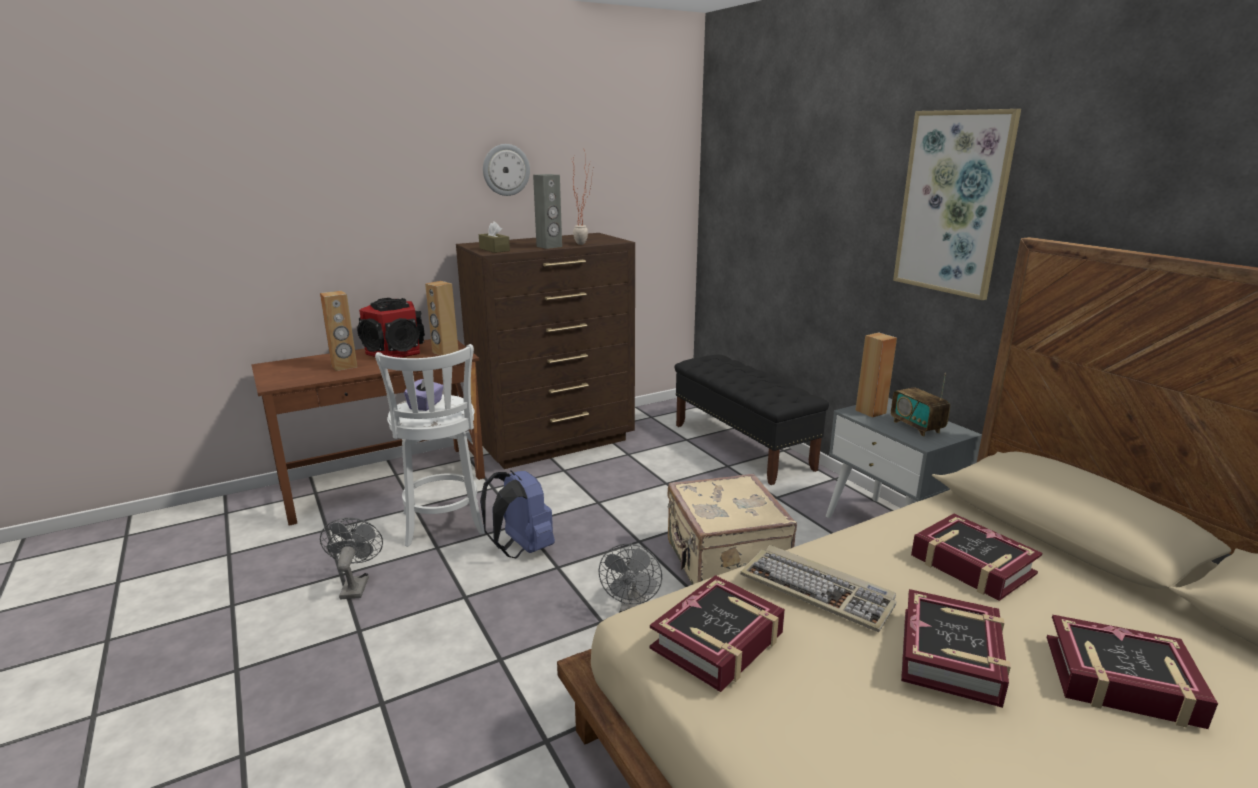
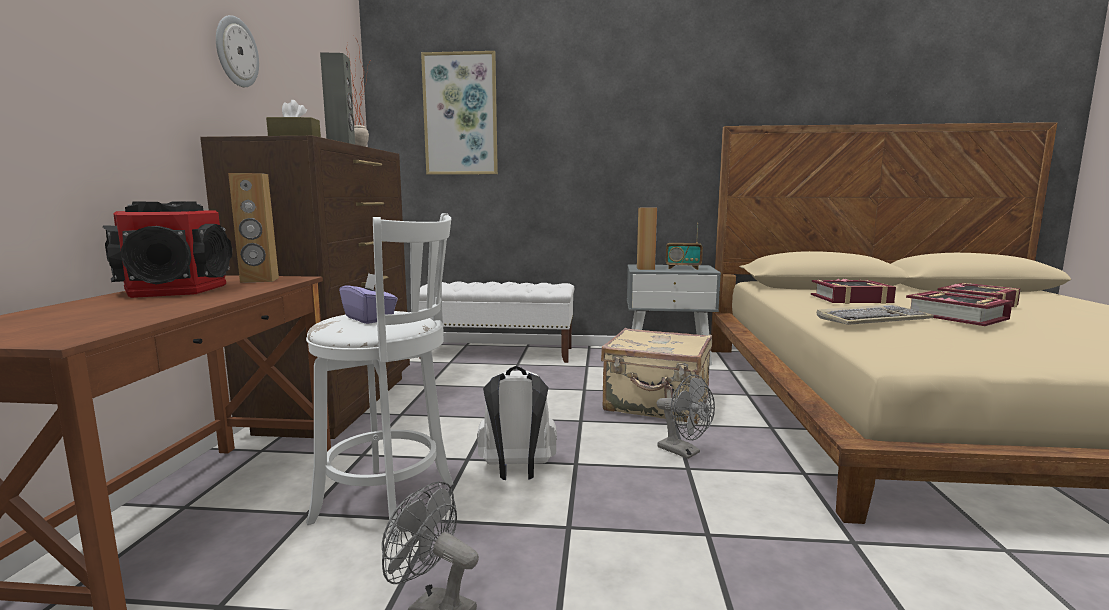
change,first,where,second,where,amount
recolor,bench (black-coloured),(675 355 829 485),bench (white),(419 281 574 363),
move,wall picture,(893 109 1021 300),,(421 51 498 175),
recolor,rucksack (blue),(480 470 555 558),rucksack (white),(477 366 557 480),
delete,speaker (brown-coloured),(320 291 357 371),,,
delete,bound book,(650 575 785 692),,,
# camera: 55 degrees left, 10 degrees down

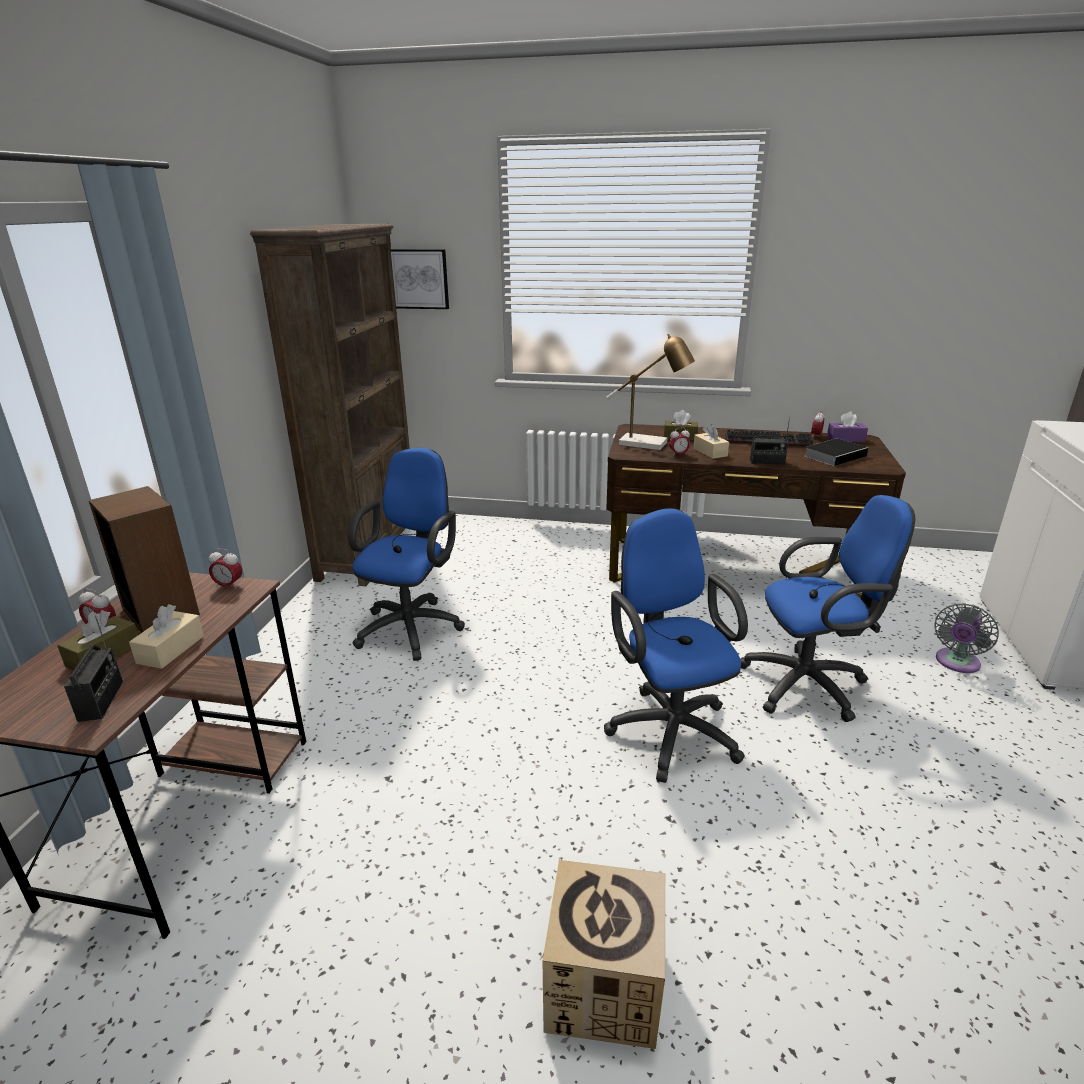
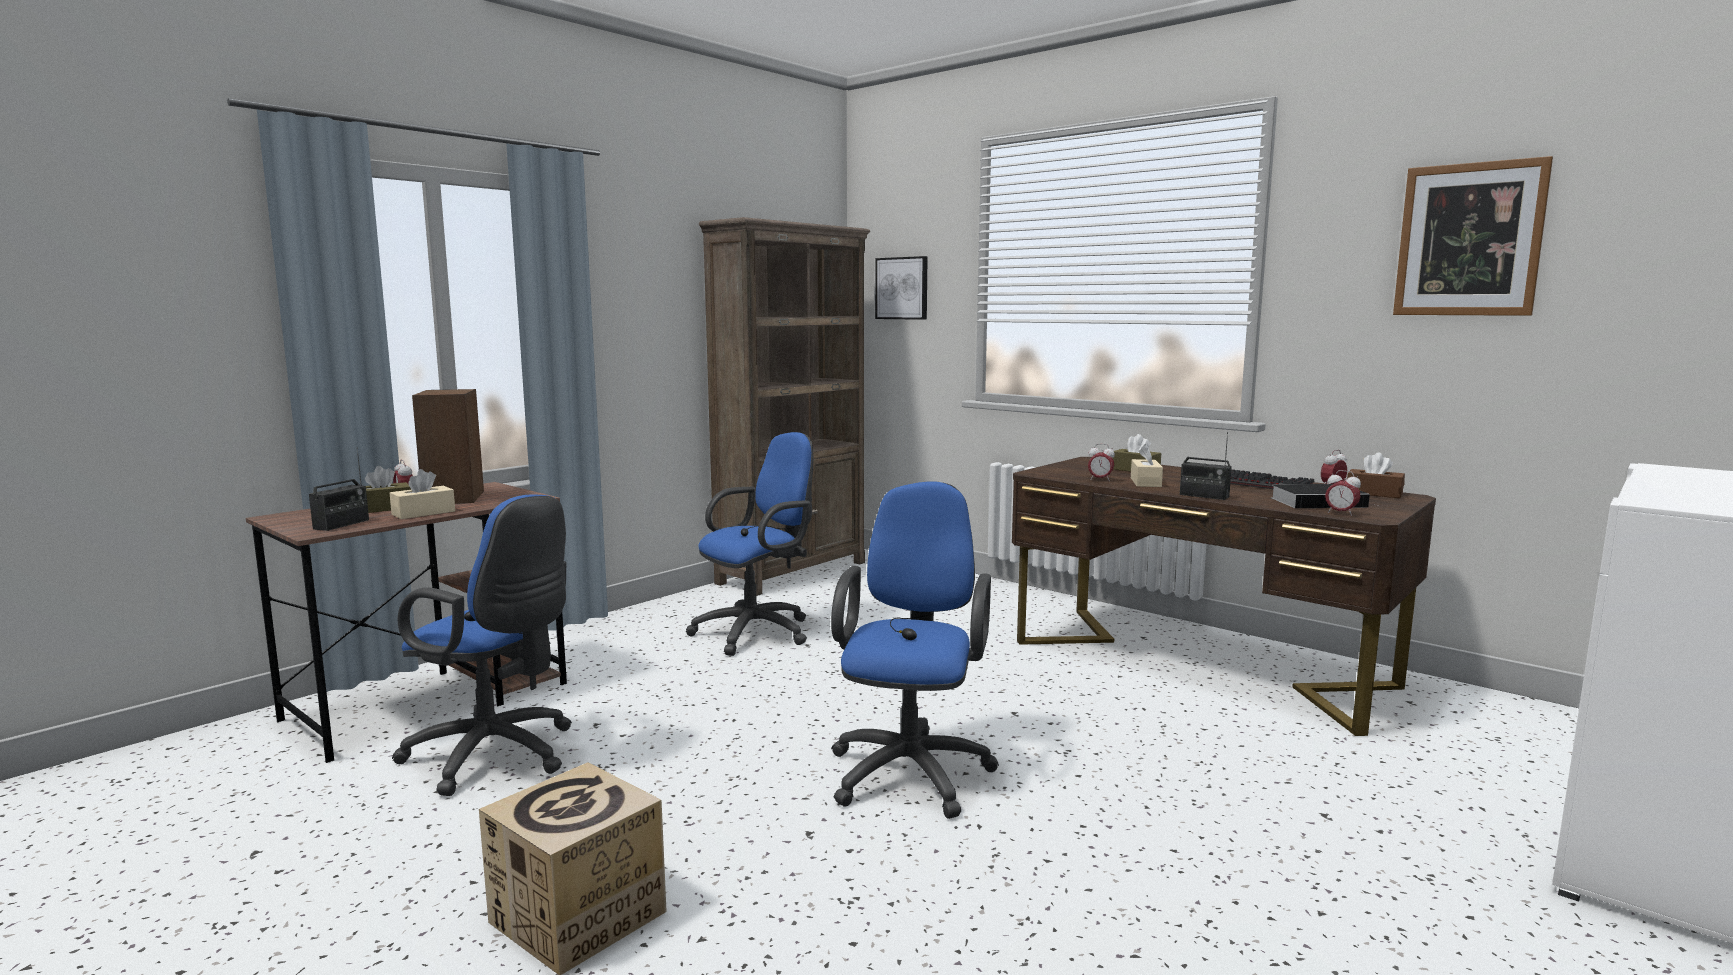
change,first,where,second,where,amount
move,office chair (blue),(740 495 915 722),,(392 494 572 796),
move,bedside clock,(209 549 242 589),,(1325 470 1361 516),
recolor,tissue holder (purple),(827 411 868 442),tissue holder (brown-coloured),(1347 452 1405 498),
insert,,,wall picture,(1393 156 1553 316),
delete,tabletop lamp,(607 334 695 450),,,
delete,fan (grey),(935 603 999 673),,,
# camera: 30 degrees right, 15 degrees down

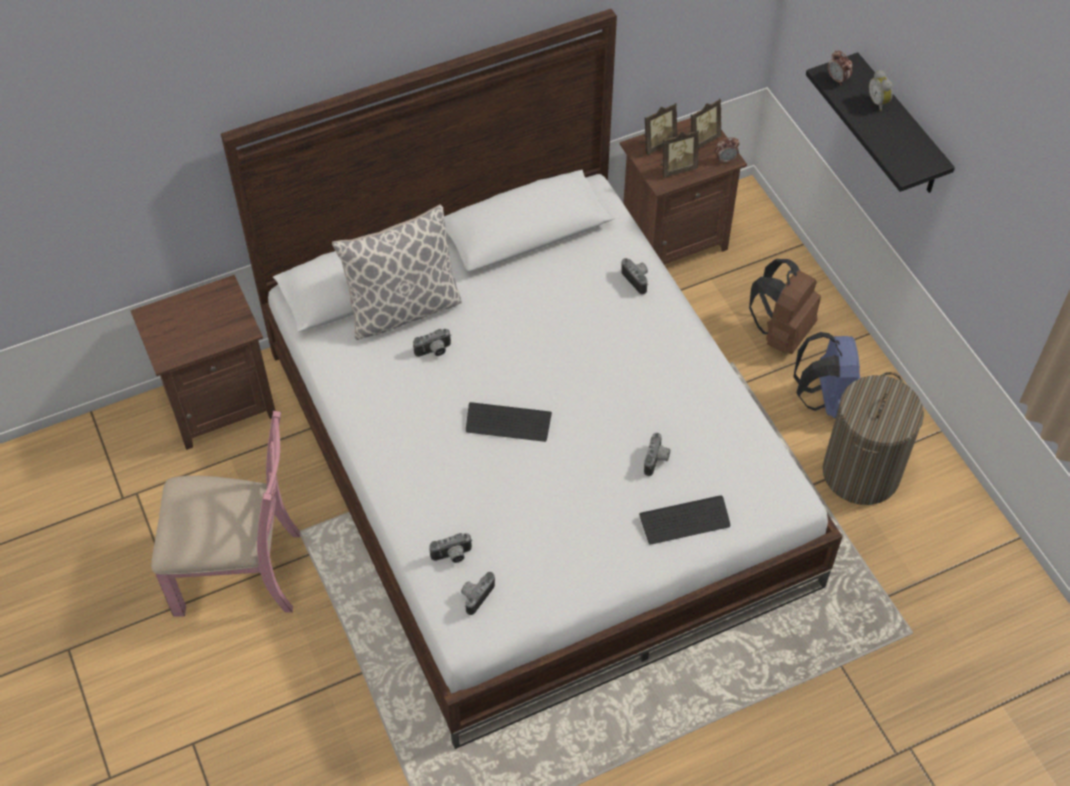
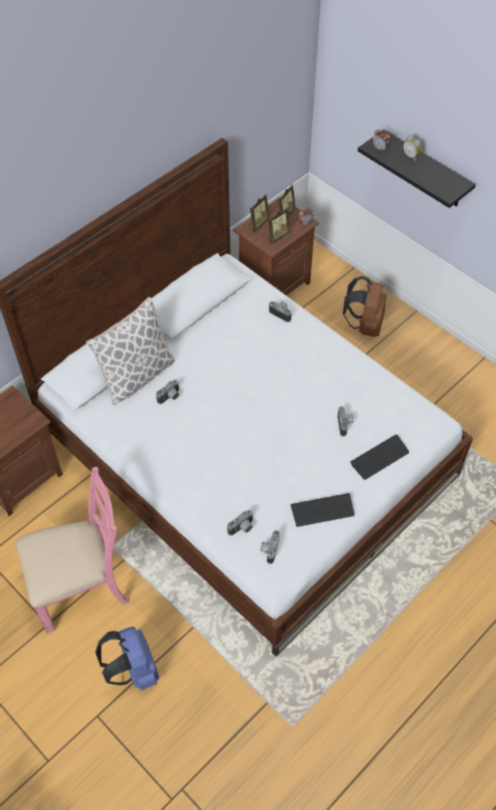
change,first,where,second,where,amount
move,rucksack (blue),(794 332 860 418),,(95 627 159 690),
move,computer keyboard,(466 402 552 442),,(290 493 354 527),
delete,hamper,(823 372 924 505),,,
# camera: 20 degrees left, 0 degrees up

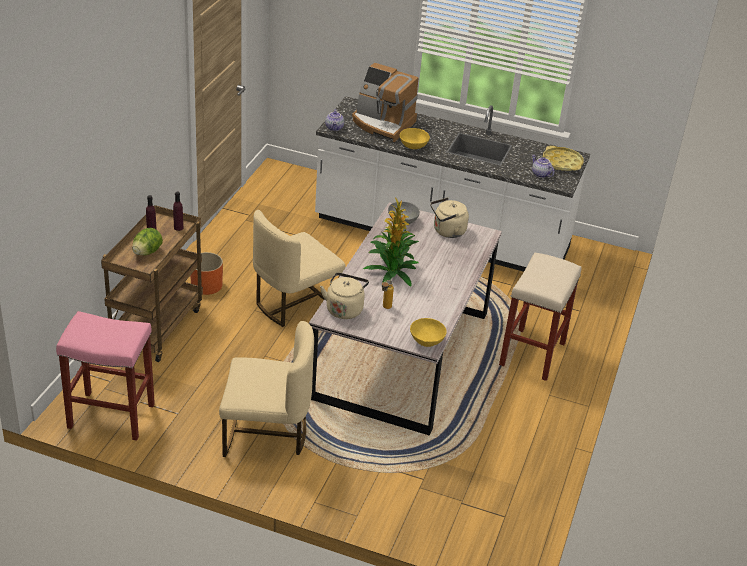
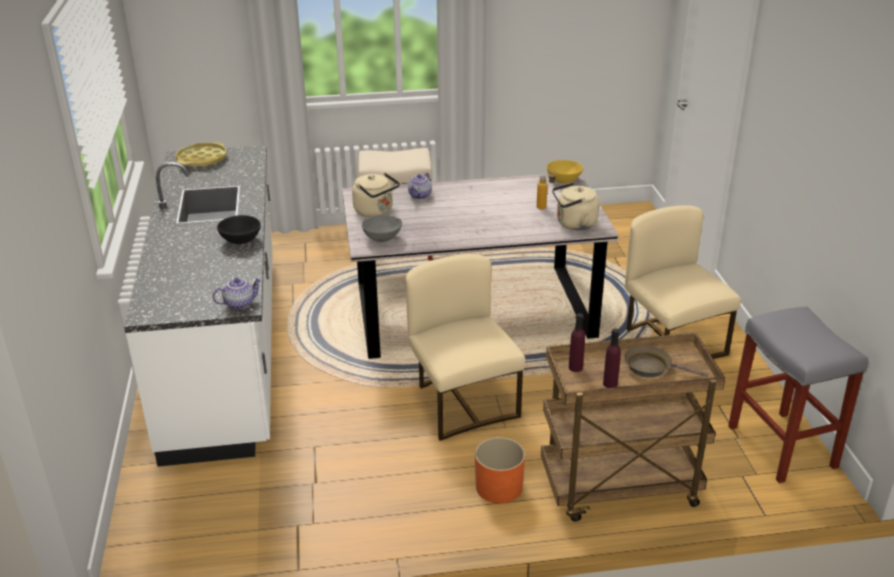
change,first,where,second,where,amount
recolor,bowl (yellowish),(400 128 430 149),bowl (black-coloured),(217 215 261 244),
rotate,chair (beige),(253 210 345 327),,(405 254 525 441),135 degrees counterclockwise
move,tea pot,(532 155 554 178),,(408 172 432 199),
replace,lettuce head,(132 228 163 255),skillet (brown-coloured),(624 345 709 378),
recolor,stool seat (pink),(56 311 155 441),stool seat (grey),(728 307 868 483),
delete,coffee maker,(352 63 419 142),,,
delete,potted plant,(363 198 419 286),,,
# camera: 115 degrees left, 5 degrees down

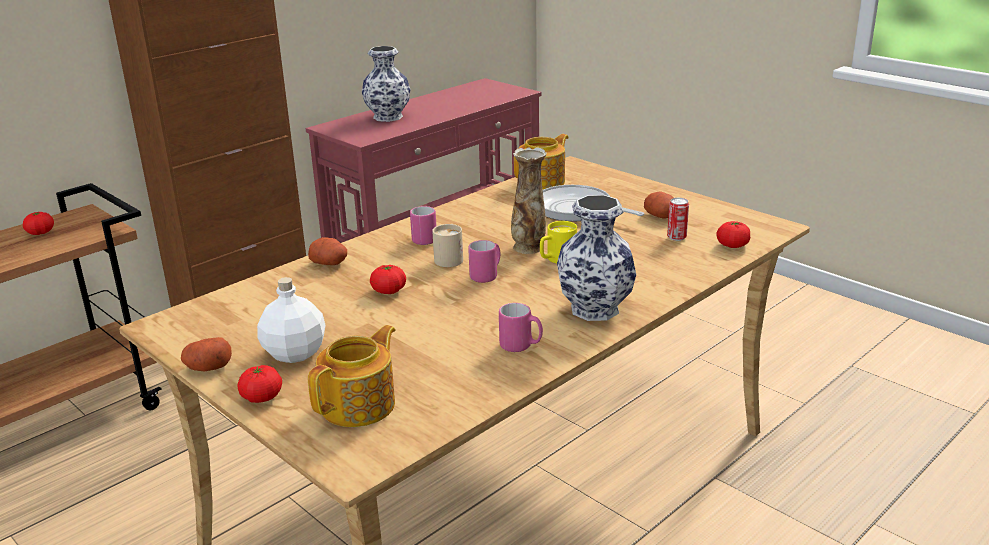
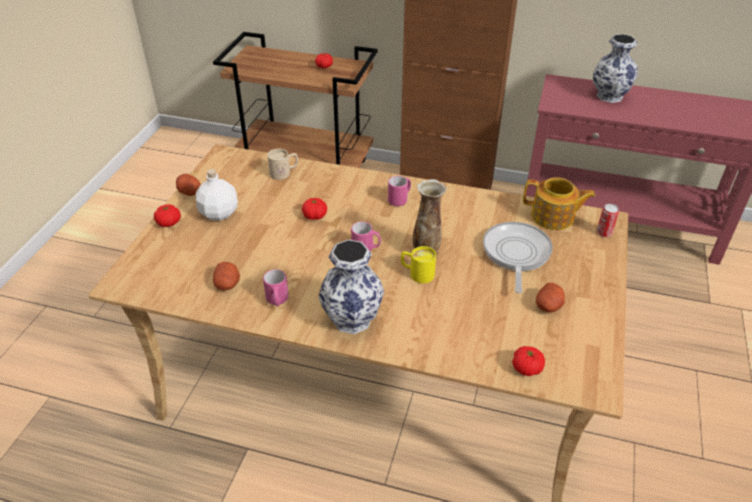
change,first,where,second,where,amount
move,whole potato,(308 237 347 265),,(213 262 240 290),
move,tea mug (beige),(432 224 463 267),,(267 148 298 180),
move,can,(667 198 689 241),,(597 204 619 237),
delete,tea pot,(308 325 396 427),,,
# camera: 60 degrees right, 15 degrees up

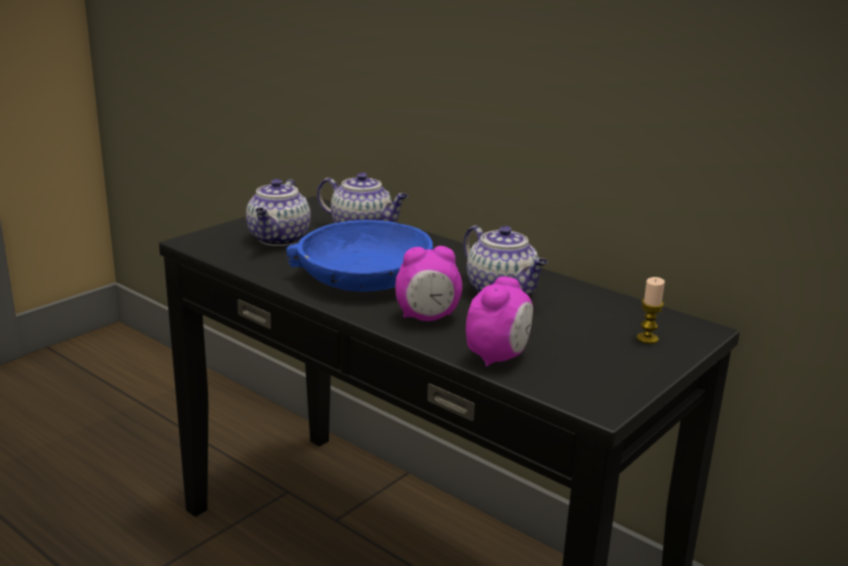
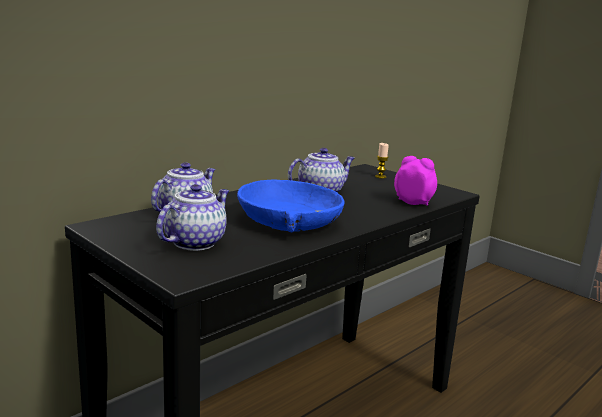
change,first,where,second,where,amount
rotate,tea pot,(246 179 311 246),,(156 184 229 251),75 degrees counterclockwise
delete,bedside clock,(395 246 462 321),,,
# camera: 85 degrees left, 5 degrees down

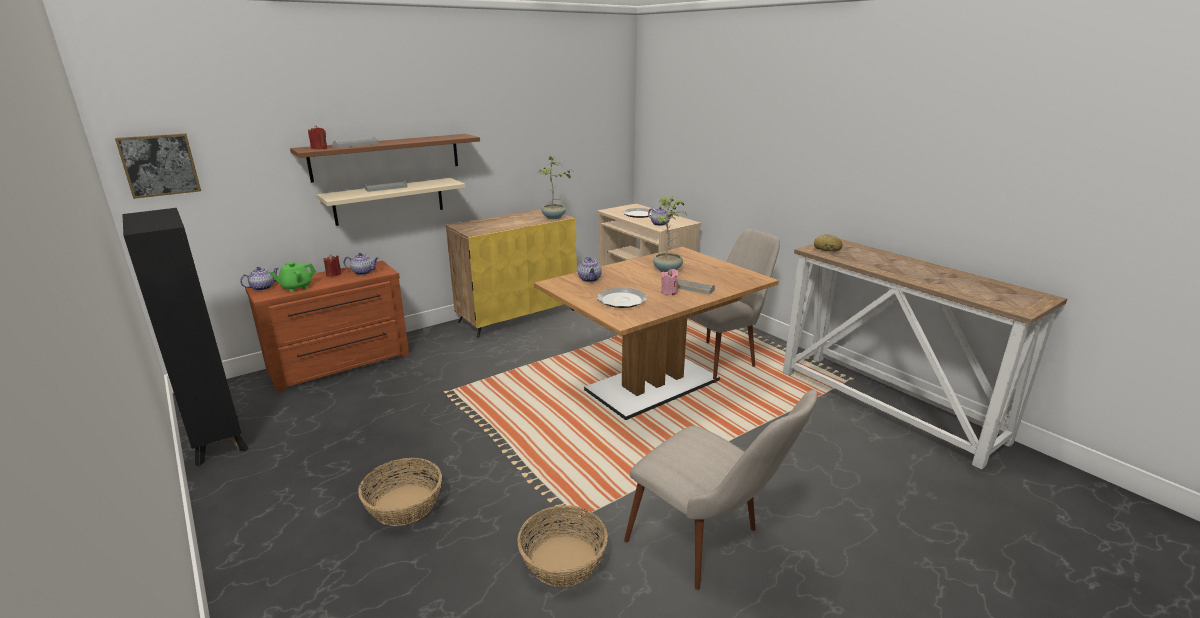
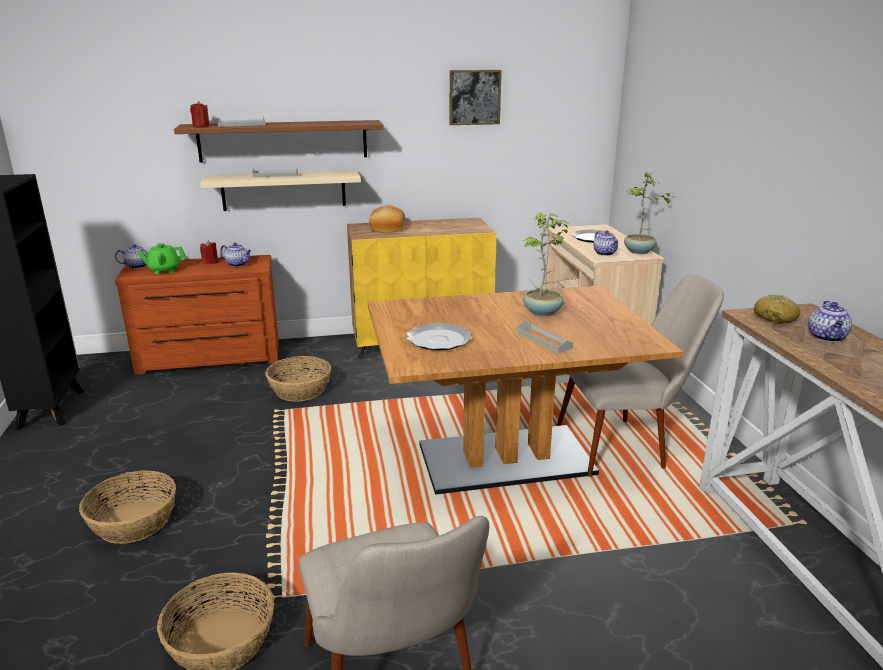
change,first,where,second,where,amount
insert,,,basket,(265 356 331 402),
insert,,,baked bread,(369 205 405 233),
move,wall picture,(115 133 201 199),,(449 70 502 125),
move,potted plant,(538 156 573 219),,(624 172 672 254),
move,tea pot,(578 257 602 282),,(808 301 853 342),
delete,wax candle (pink),(661 269 678 295),,,
# camera: 25 degrees right, 0 degrees up

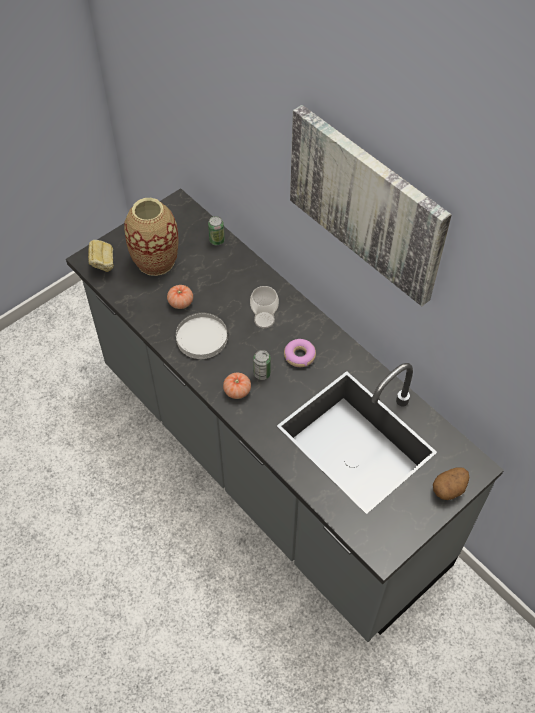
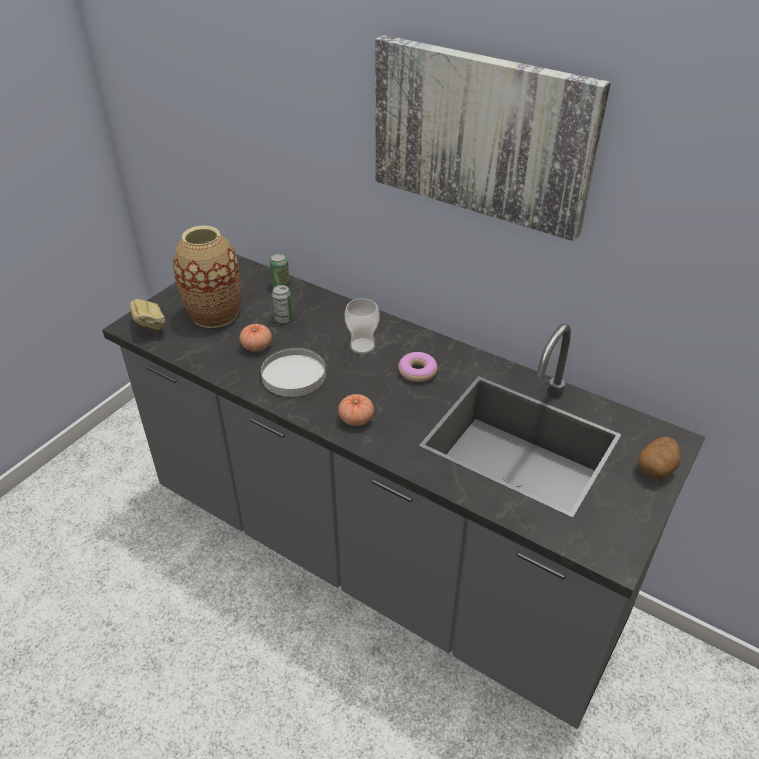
change,first,where,second,where,amount
move,can,(253 350 271 380),,(271 285 293 323),
# camera: 15 degrees left, 15 degrees down

